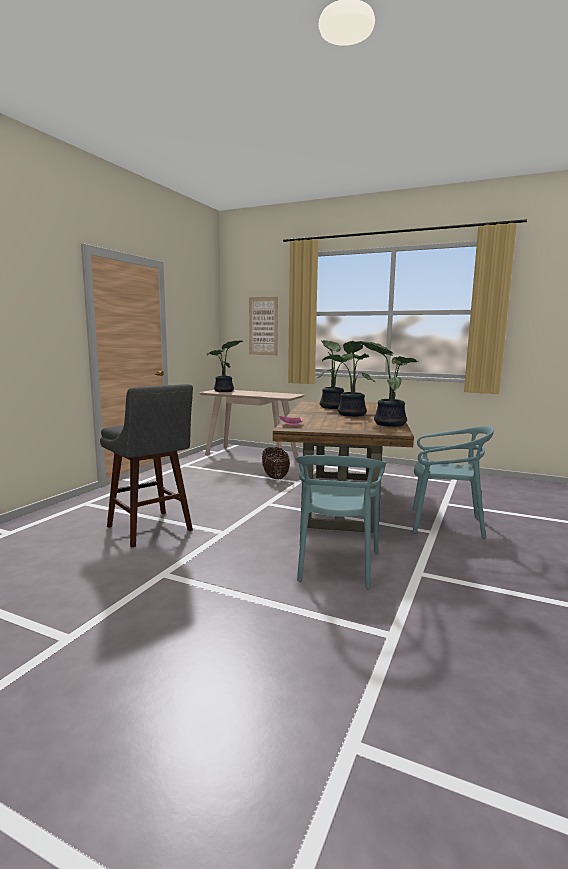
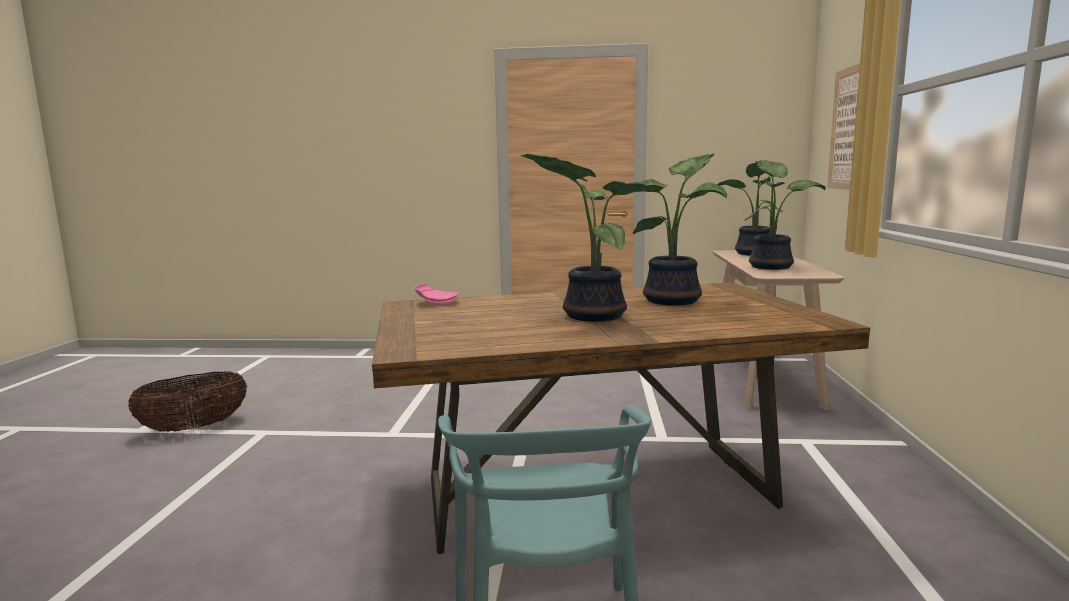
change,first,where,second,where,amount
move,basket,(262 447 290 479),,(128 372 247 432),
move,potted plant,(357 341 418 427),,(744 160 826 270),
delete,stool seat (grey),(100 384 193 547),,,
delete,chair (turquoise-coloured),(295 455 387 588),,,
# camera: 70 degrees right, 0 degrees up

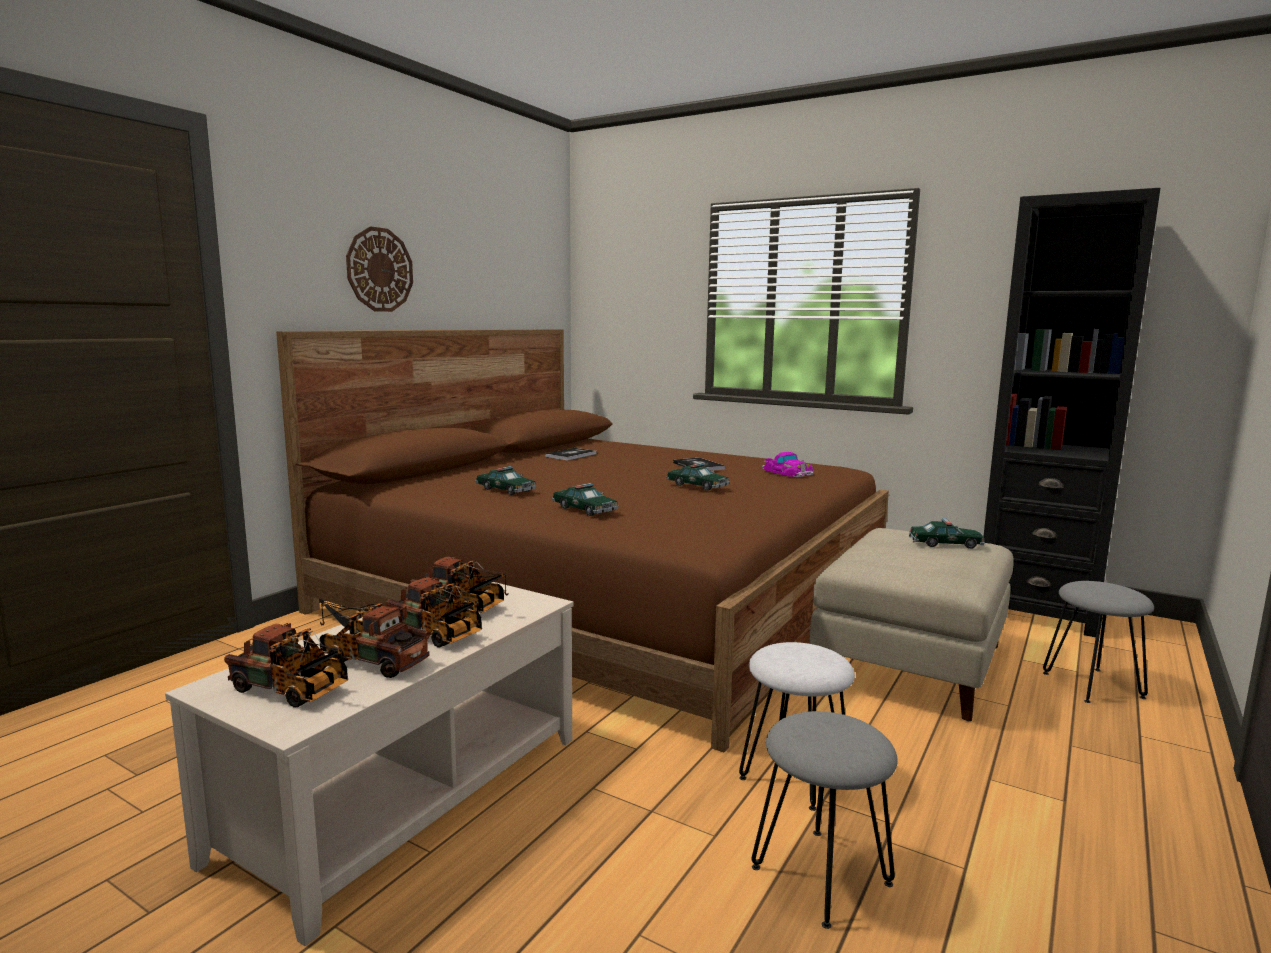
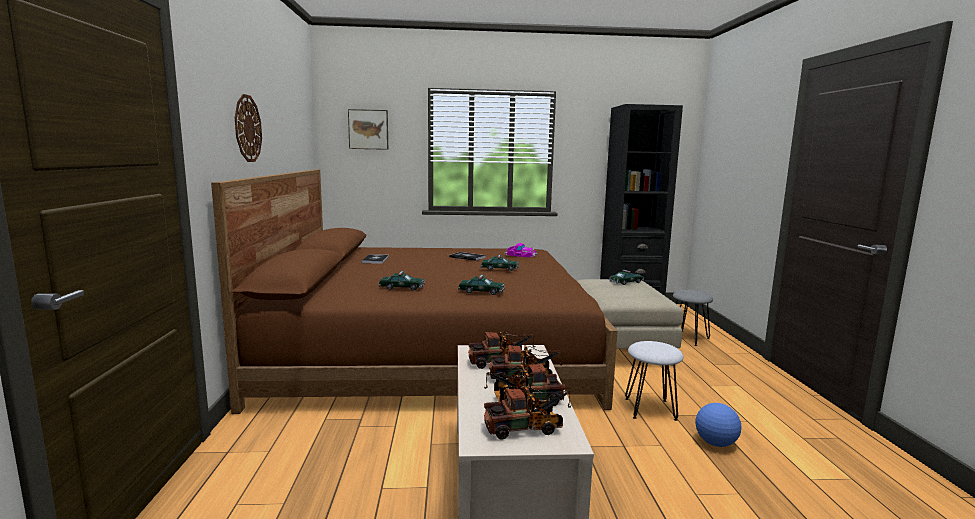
change,first,where,second,where,amount
insert,,,wall picture,(348 109 388 150),
replace,stool seat (grey),(752 711 898 929),football,(695 403 742 447),
# camera: 35 degrees left, 0 degrees up

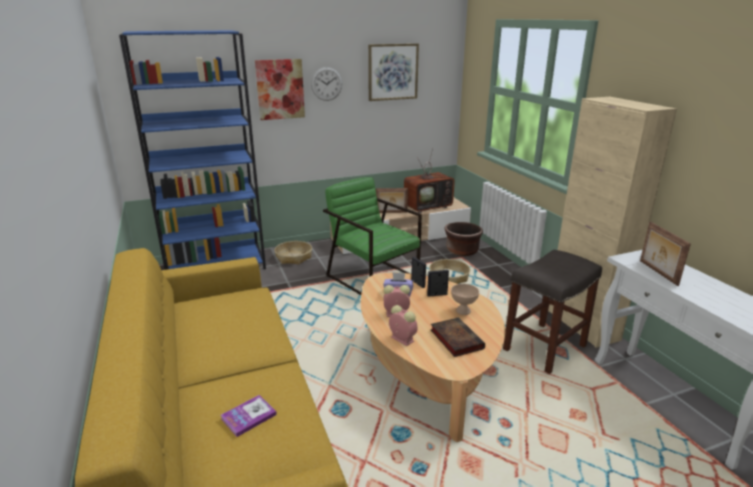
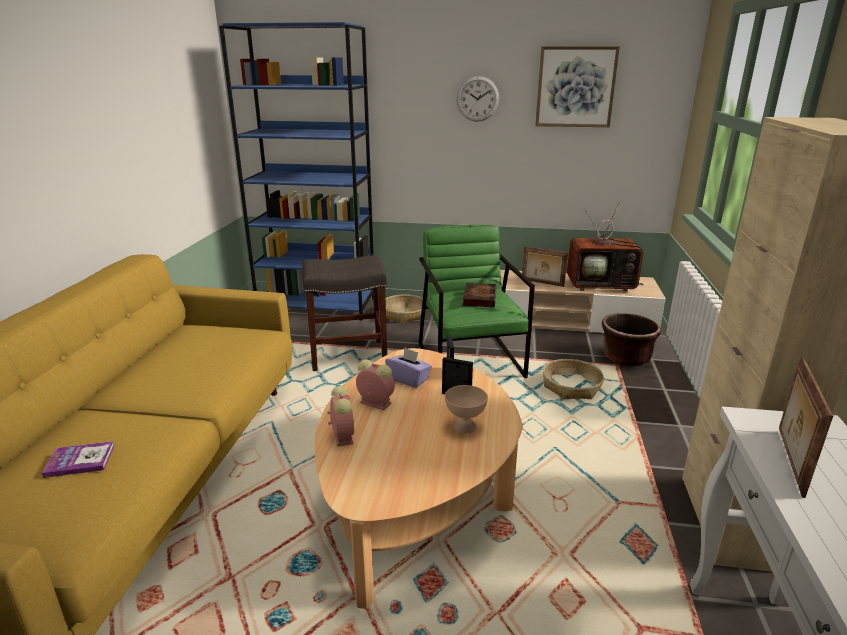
change,first,where,second,where,amount
move,stool seat (grey),(503 250 602 374),,(302 255 387 371),
move,bound book,(431 317 485 357),,(463 283 497 307),
delete,wall picture,(255 59 305 120),,,
# camera: 30 degrees right, 0 degrees up

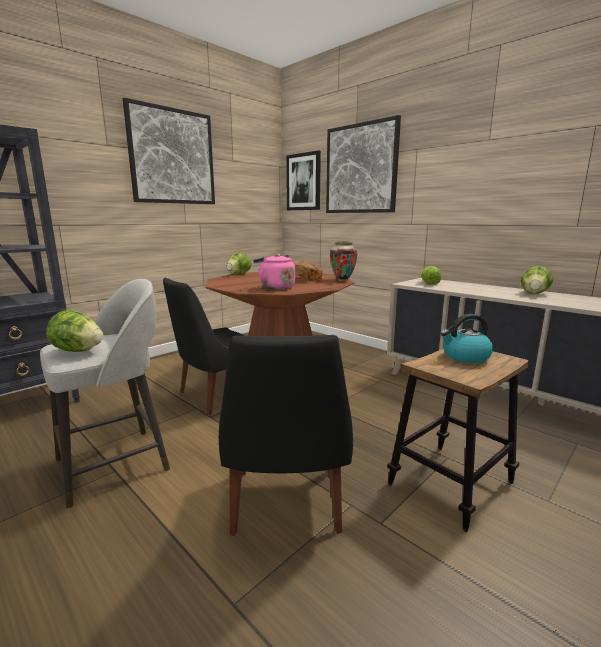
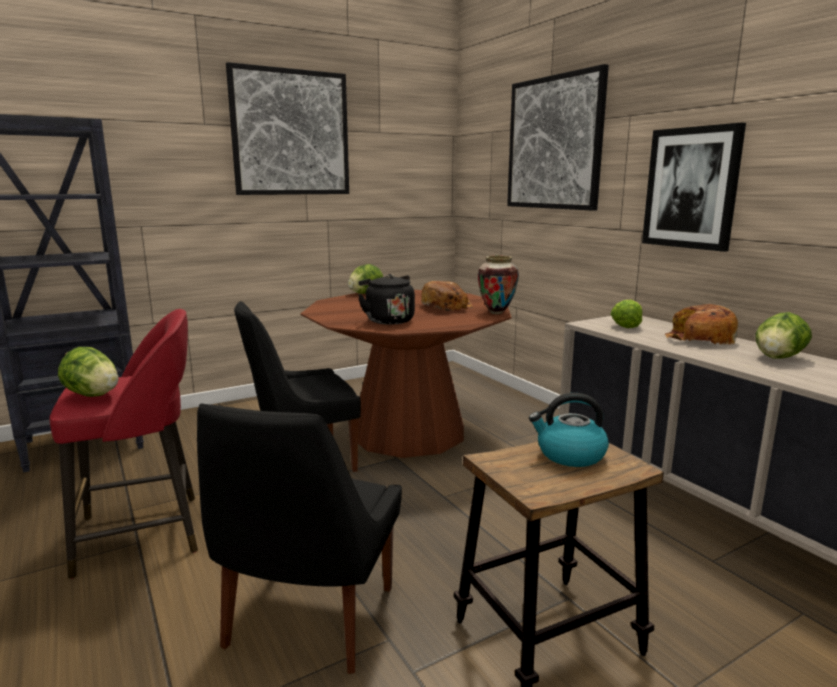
change,first,where,second,where,amount
recolor,stool seat (grey),(40 279 170 508),stool seat (red),(50 309 198 579),
recolor,kettle (pink),(253 254 295 290),kettle (black-coloured),(358 274 415 325),
move,wall picture,(286 150 321 210),,(642 123 746 252),
insert,,,baked bread,(665 304 738 345),
# camera: 15 degrees right, 0 degrees up

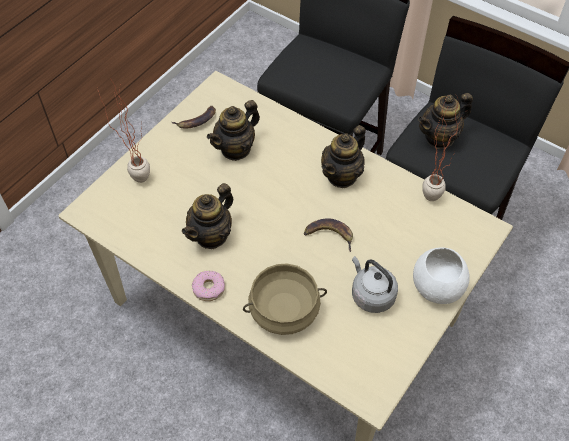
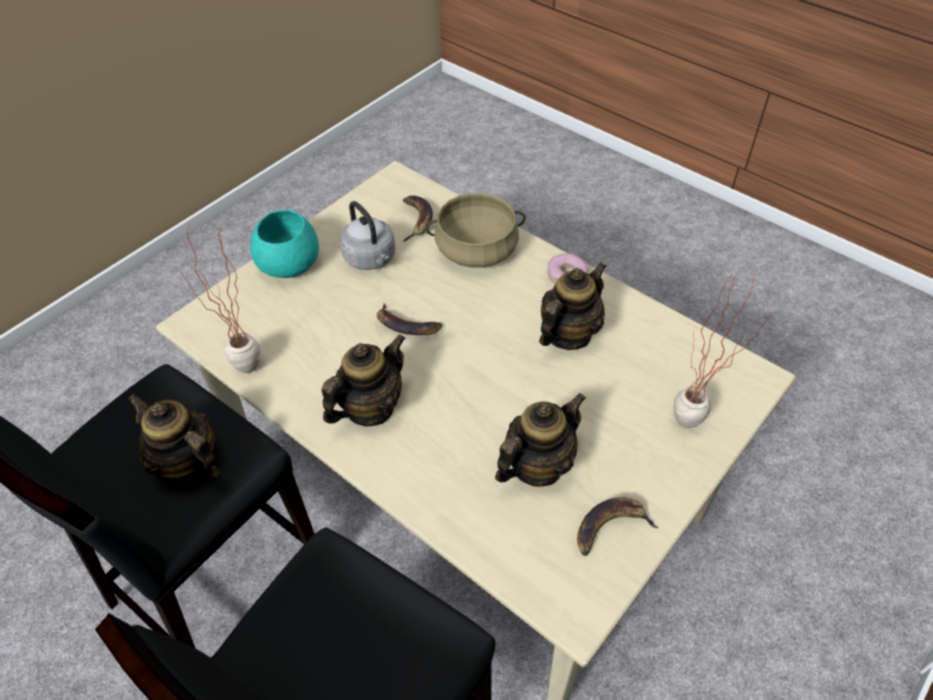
change,first,where,second,where,amount
rotate,tea pot,(418 93 473 149),,(128 394 220 487),120 degrees counterclockwise
recolor,bowl (white),(413 247 470 304),bowl (turquoise-coloured),(250 210 319 278),
insert,,,banana fruit,(403 195 433 242),
# camera: 175 degrees left, 5 degrees down

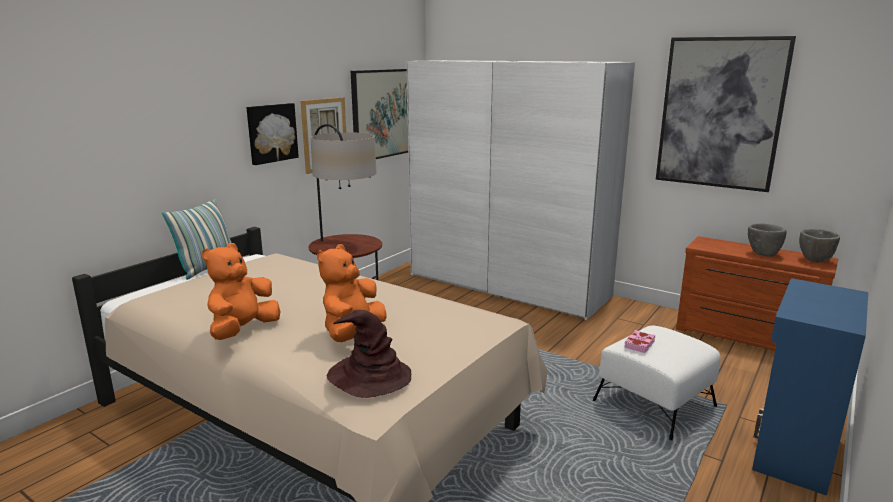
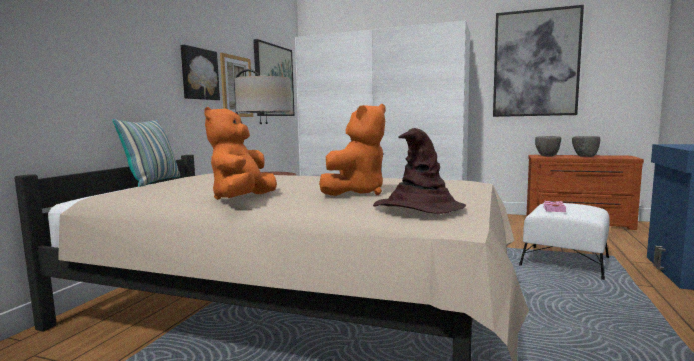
change,first,where,second,where,amount
rotate,cuddly toy (orange-coloured),(317 244 387 342),,(319 104 386 196),150 degrees counterclockwise
move,bowl (grey),(799 229 840 262),,(535 136 561 157),
# camera: 15 degrees left, 10 degrees down

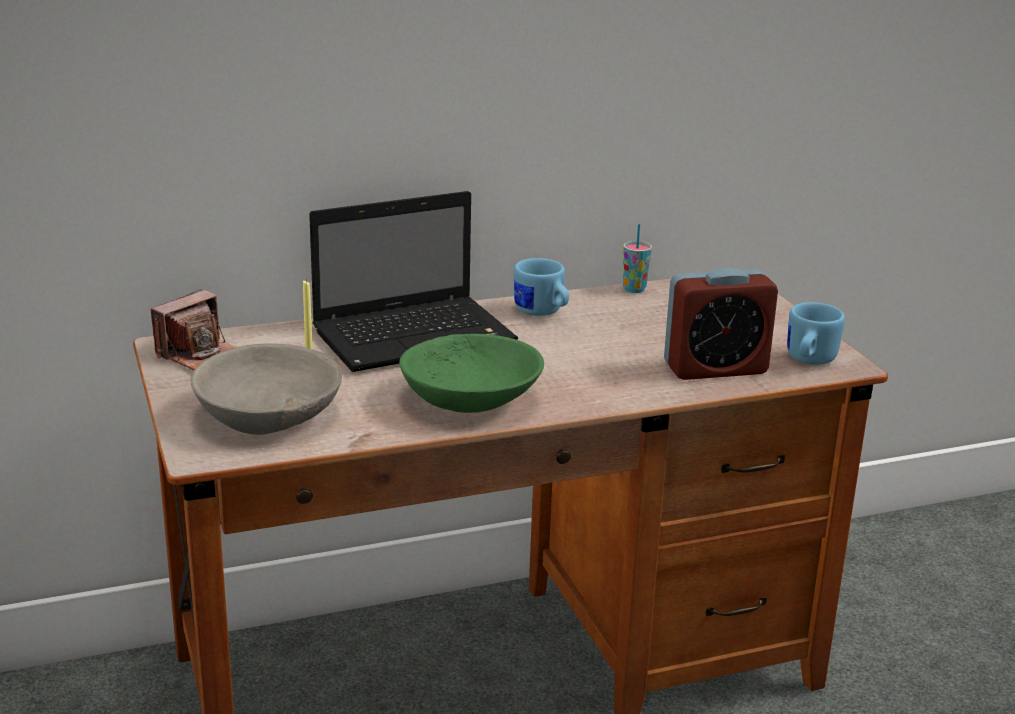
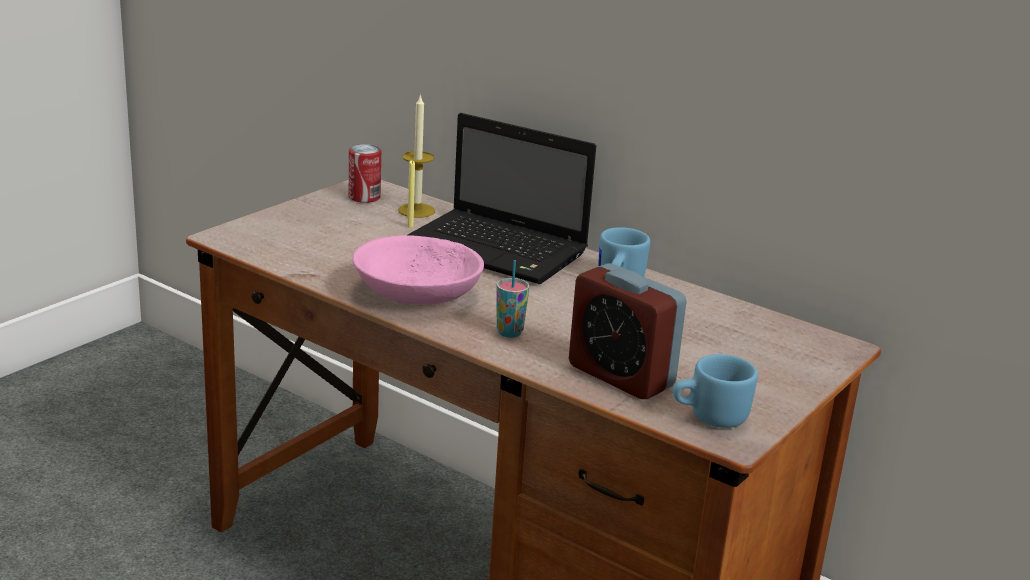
change,first,where,second,where,amount
replace,photo camera,(150 289 236 371),can,(349 144 381 203),
recolor,bowl (greenish),(399 334 544 413),bowl (pink),(353 235 484 305),
insert,,,wax candle,(398 94 435 218),
move,drinking cup,(623 224 652 293),,(496 260 529 338),
delete,bowl (grey),(190 343 342 435),,,
# camera: 55 degrees right, 0 degrees up

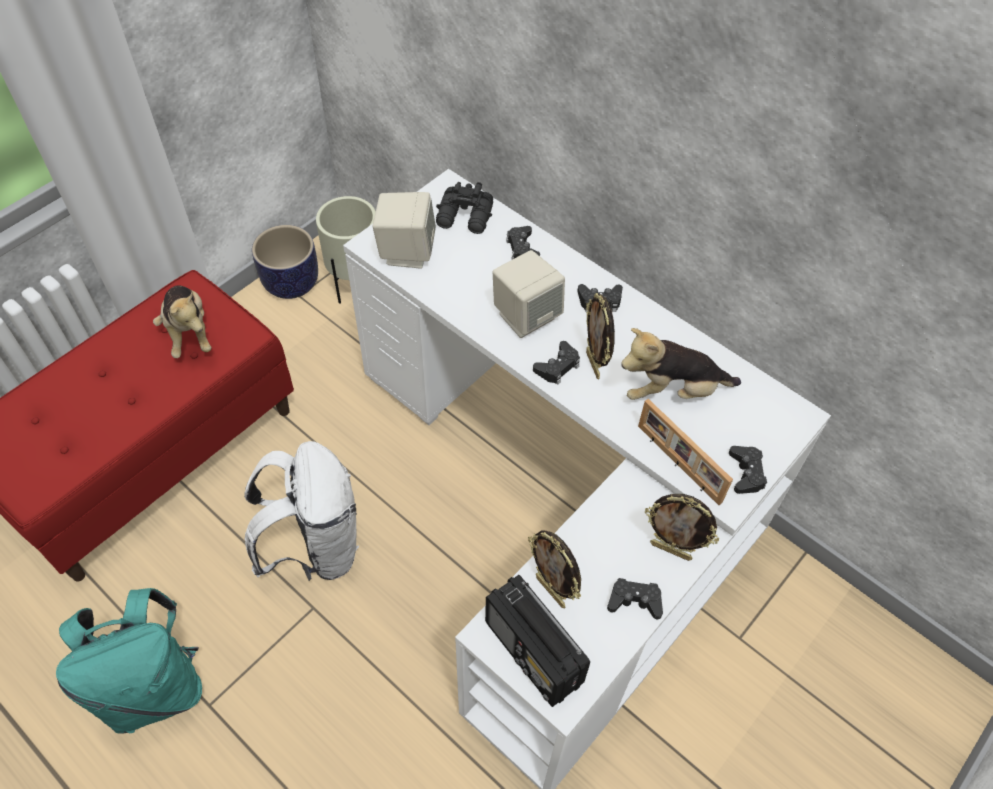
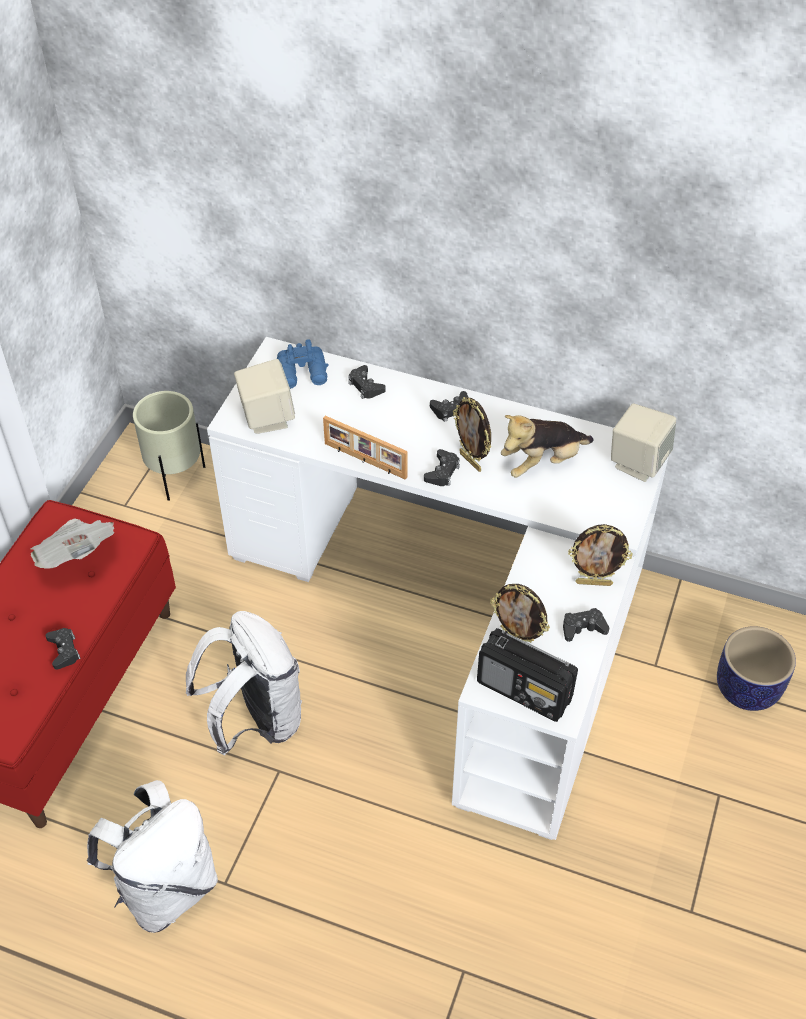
change,first,where,second,where,amount
replace,cuddly toy,(153 285 211 358),printed paper,(30 518 114 569),
move,gamepad (black-coloured),(729 446 767 494),,(46 628 80 670),
recolor,rucksack (turquoise-coloured),(56 588 202 734),rucksack (white),(87 780 218 933),
recolor,pair of binoculars (black-coloured),(436 182 493 234),pair of binoculars (blue),(277 339 329 389),
move,picture frame,(638 399 733 505),,(323 416 408 480),
move,speaker (beige),(492 250 565 338),,(611 403 676 482),
move,flower pot,(252 225 318 299),,(717 626 796 711),
# camera: 20 degrees left, 5 degrees down

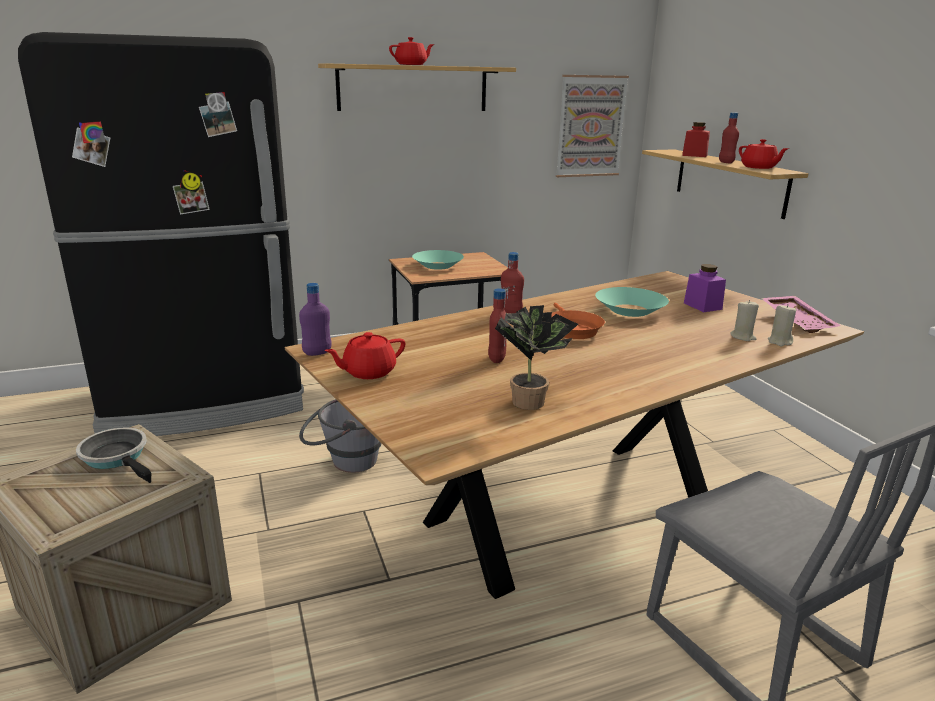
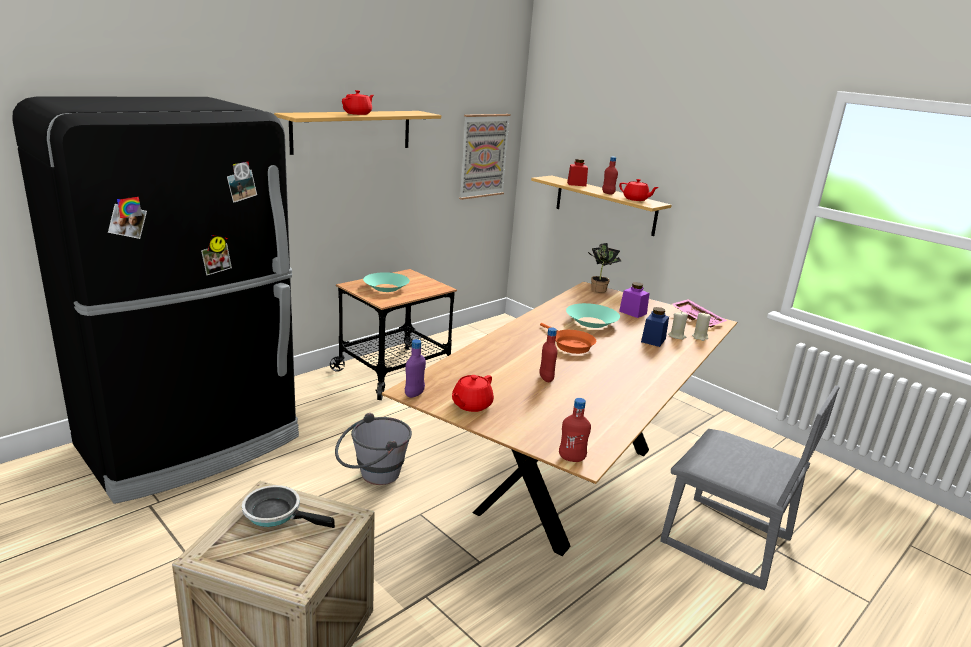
change,first,where,second,where,amount
move,beverage bottle (red),(501 252 524 313),,(559 398 591 462),
move,potted plant,(495 305 578 410),,(588 243 621 292),
insert,,,preserve jar (blue),(641 307 669 347),
# camera: 25 degrees left, 0 degrees up

